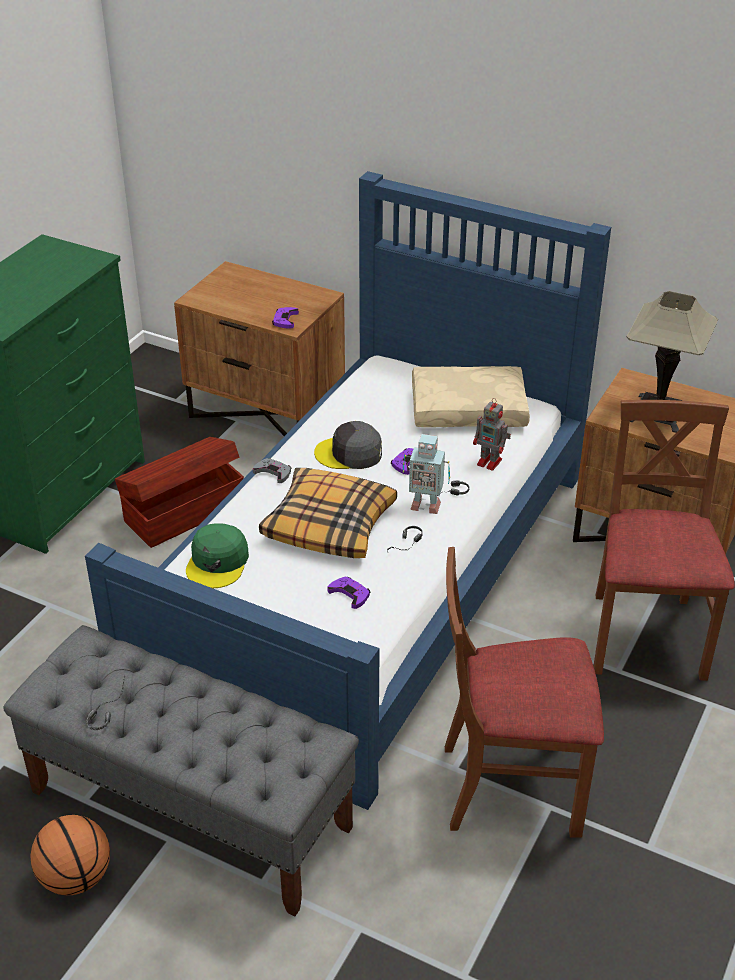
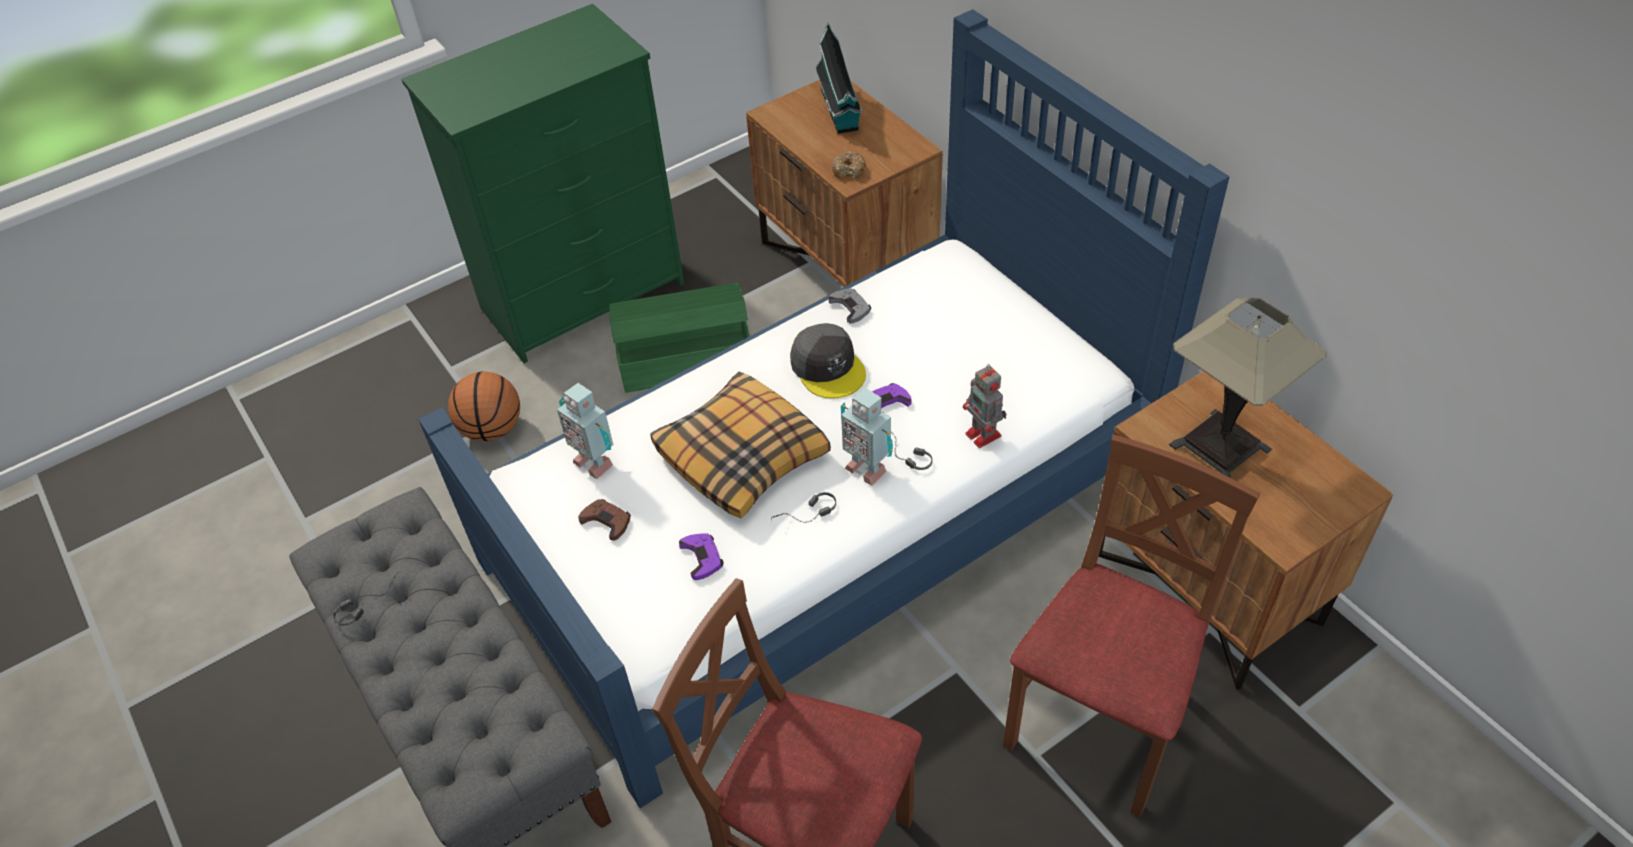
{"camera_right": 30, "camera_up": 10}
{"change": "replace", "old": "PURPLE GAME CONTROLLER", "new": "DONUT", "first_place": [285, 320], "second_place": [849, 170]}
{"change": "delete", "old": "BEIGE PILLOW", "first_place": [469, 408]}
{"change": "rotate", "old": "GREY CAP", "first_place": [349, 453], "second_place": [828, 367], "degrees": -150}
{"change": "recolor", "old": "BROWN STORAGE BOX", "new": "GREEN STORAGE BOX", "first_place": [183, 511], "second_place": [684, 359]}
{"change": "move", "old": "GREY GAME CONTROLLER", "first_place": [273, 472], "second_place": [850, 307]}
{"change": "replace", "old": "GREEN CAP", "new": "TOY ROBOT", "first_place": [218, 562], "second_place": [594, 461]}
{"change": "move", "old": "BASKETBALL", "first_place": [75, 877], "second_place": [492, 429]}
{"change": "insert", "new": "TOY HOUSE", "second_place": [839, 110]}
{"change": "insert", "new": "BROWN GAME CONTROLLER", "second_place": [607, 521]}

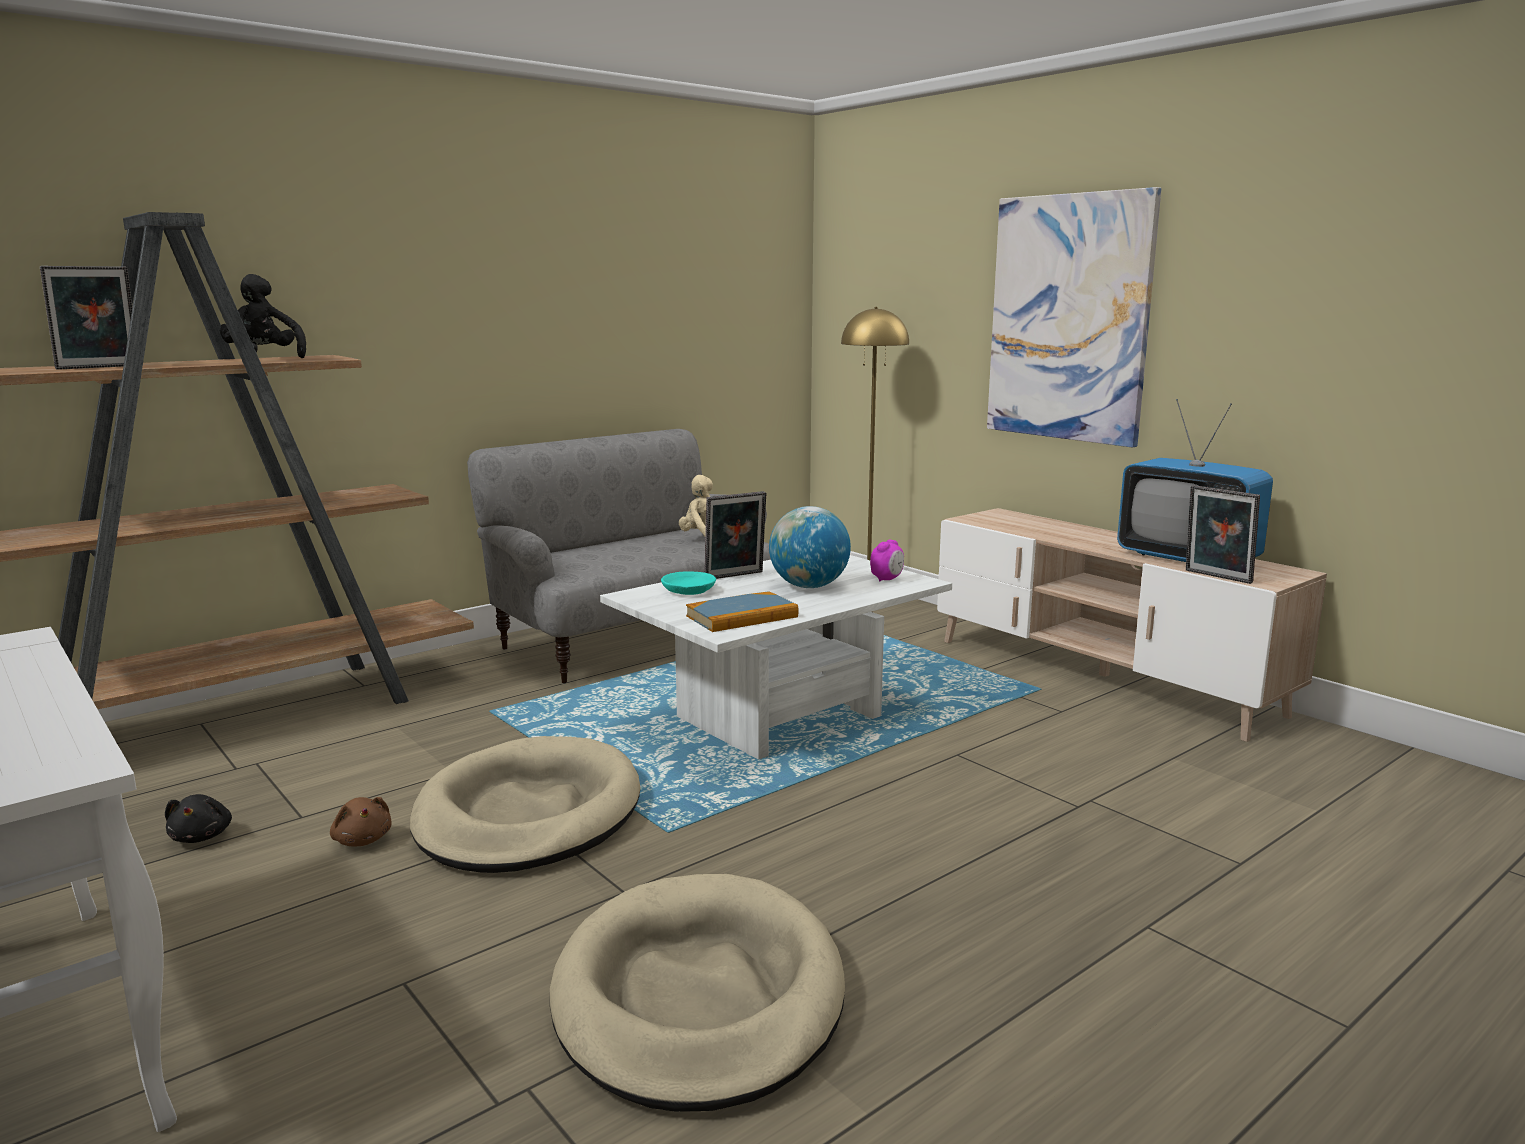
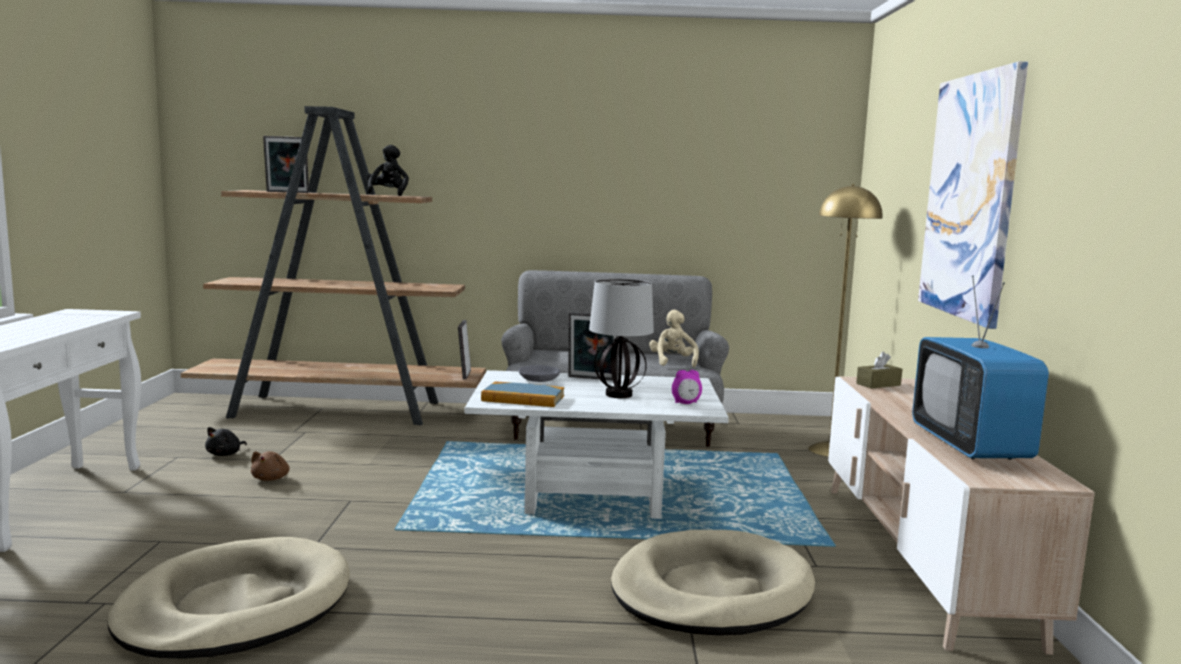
{"camera_right": 40, "camera_up": -5}
{"change": "move", "old": "PICTURE FRAME", "first_place": [1216, 577], "second_place": [464, 374]}
{"change": "replace", "old": "GLOBE", "new": "TABLE LAMP", "first_place": [809, 586], "second_place": [618, 394]}
{"change": "recolor", "old": "TURQUOISE BOWL", "new": "GREY BOWL", "first_place": [688, 591], "second_place": [538, 379]}
{"change": "move", "old": "BEIGE DOG BED", "first_place": [528, 814], "second_place": [711, 591]}
{"change": "insert", "new": "BROWN TISSUE BOX", "second_place": [878, 384]}

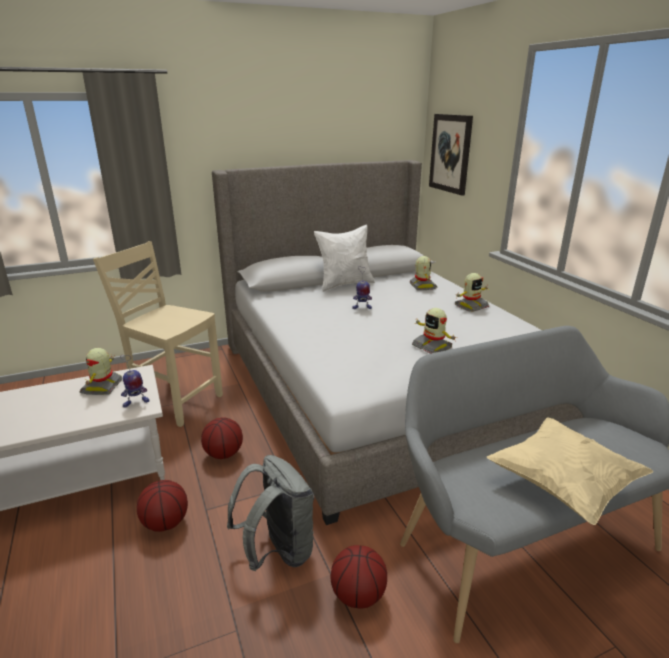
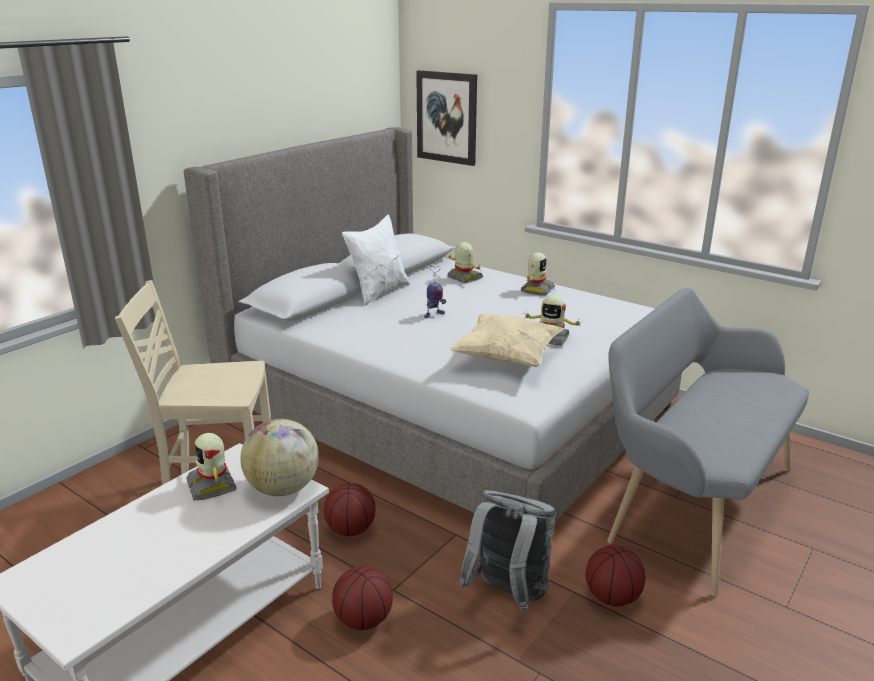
{"camera_right": -30, "camera_up": 0}
{"change": "replace", "old": "TOY ROBOT", "new": "GLOBE", "first_place": [136, 403], "second_place": [283, 488]}
{"change": "move", "old": "BEIGE PILLOW", "first_place": [562, 485], "second_place": [506, 358]}

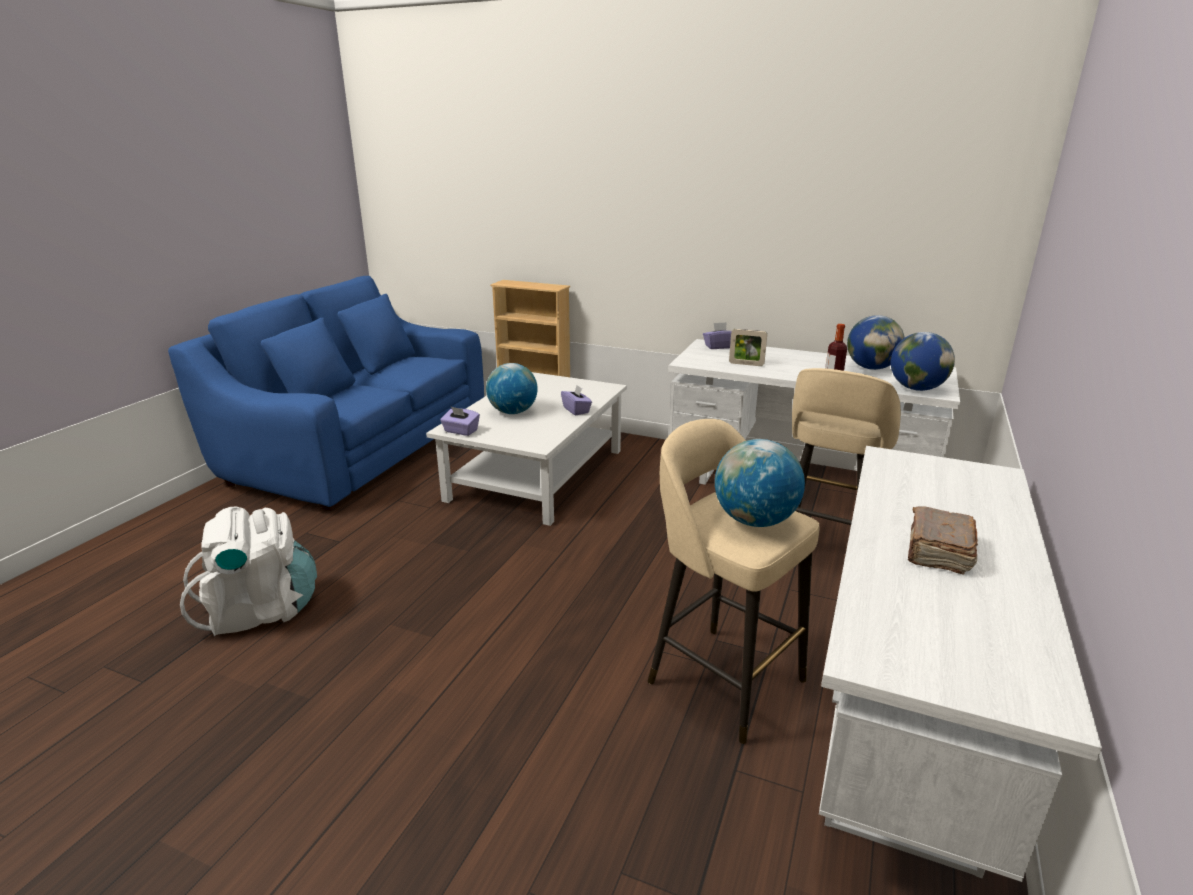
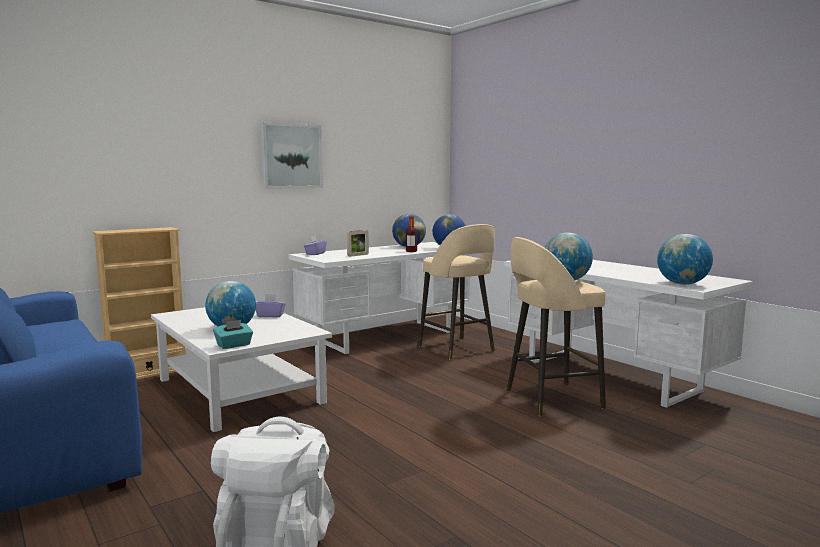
{"camera_right": -60, "camera_up": -15}
{"change": "recolor", "old": "PURPLE TISSUE BOX", "new": "TURQUOISE TISSUE BOX", "first_place": [460, 431], "second_place": [234, 345]}
{"change": "delete", "old": "BROWN BOOK", "first_place": [937, 552]}
{"change": "insert", "new": "PICTURE", "second_place": [291, 156]}
{"change": "insert", "new": "GLOBE", "second_place": [682, 284]}

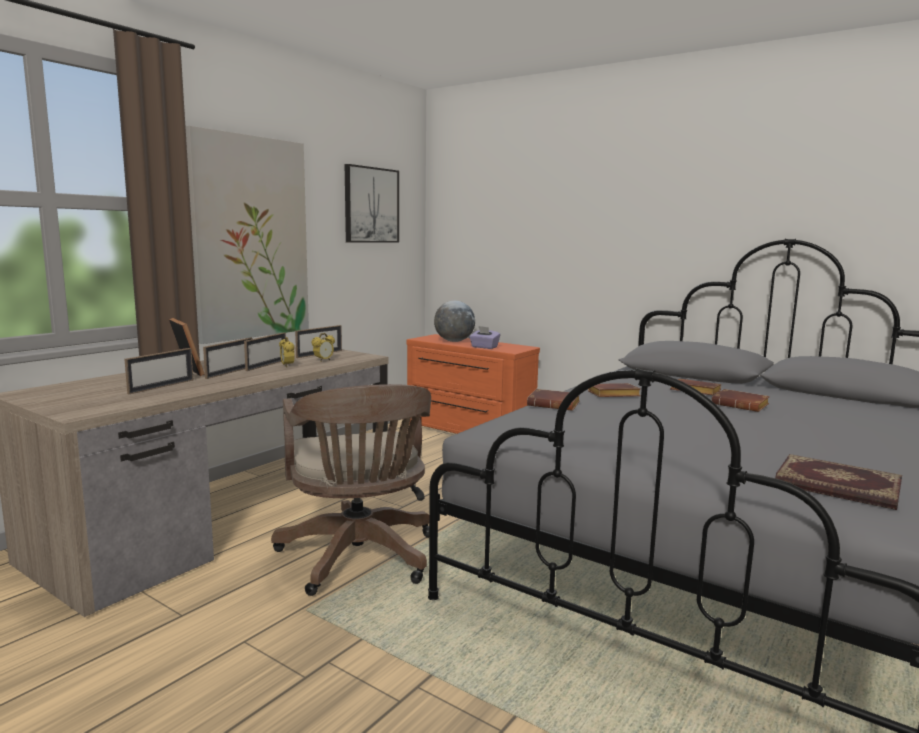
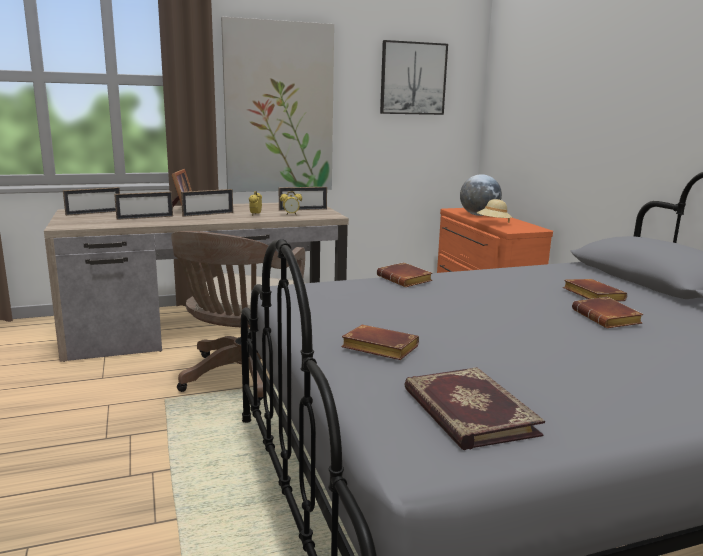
{"camera_right": 35, "camera_up": 5}
{"change": "replace", "old": "PURPLE TISSUE BOX", "new": "BEIGE HAT", "first_place": [484, 347], "second_place": [493, 223]}
{"change": "move", "old": "PICTURE FRAME", "first_place": [266, 365], "second_place": [94, 213]}
{"change": "move", "old": "BROWN BOOK", "first_place": [612, 395], "second_place": [377, 349]}

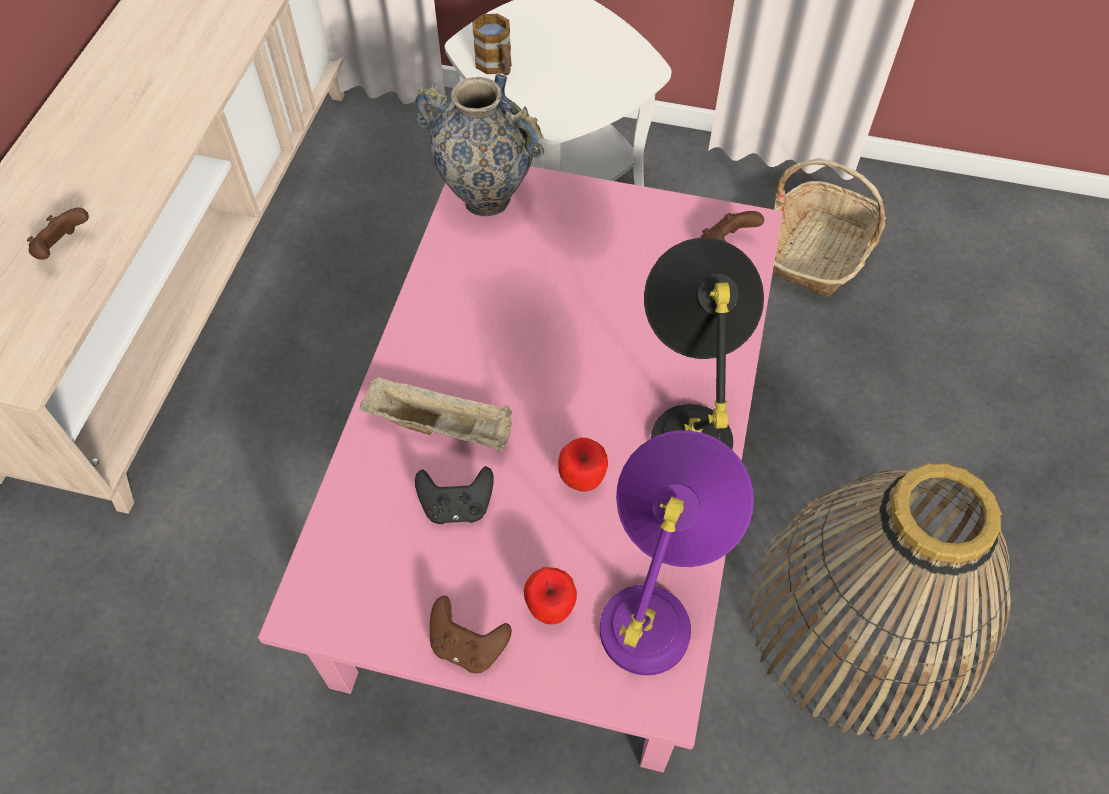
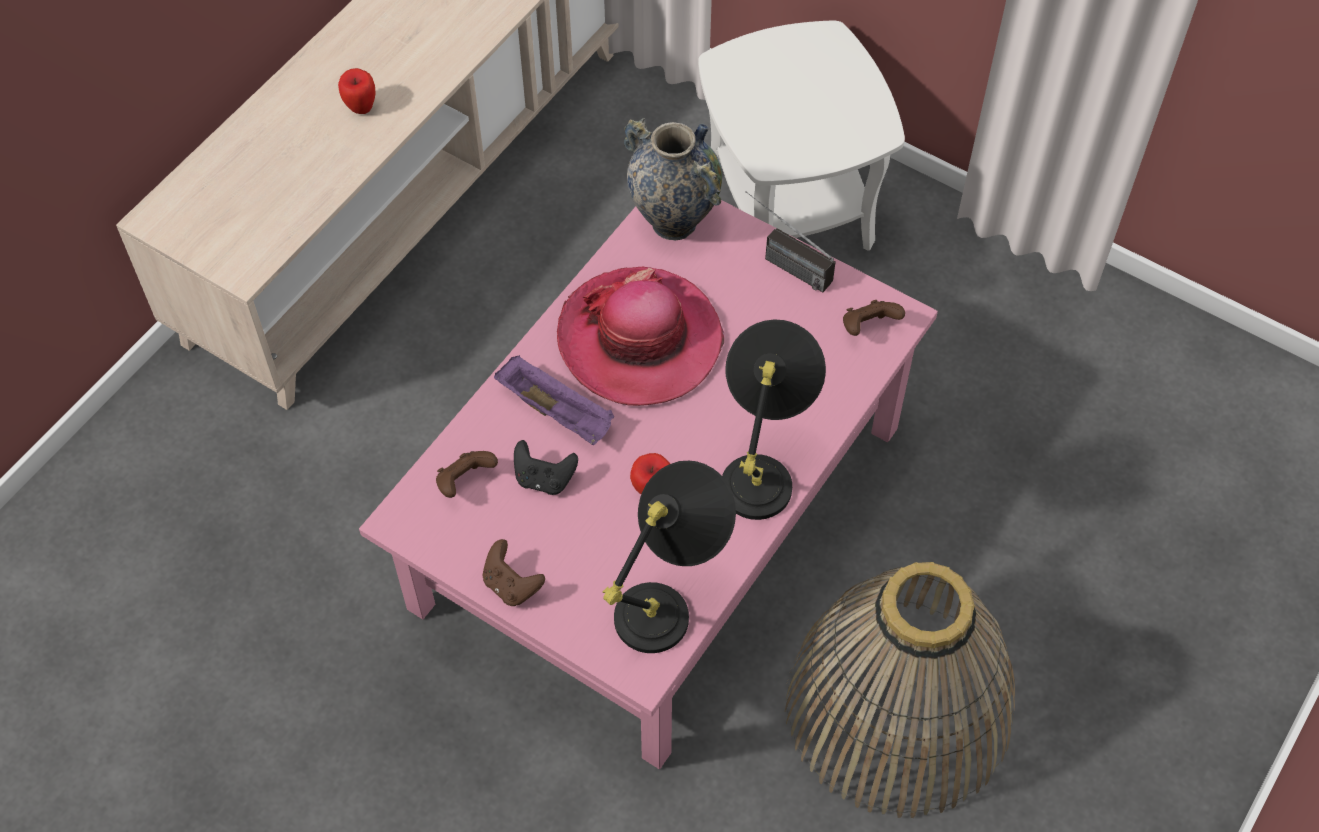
{"camera_right": 20, "camera_up": 0}
{"change": "delete", "old": "MUG", "first_place": [497, 67]}
{"change": "delete", "old": "BASKET", "first_place": [817, 250]}
{"change": "move", "old": "BROWN GAME CONTROLLER", "first_place": [64, 248], "second_place": [465, 482]}
{"change": "recolor", "old": "BEIGE TRAY", "new": "PURPLE TRAY", "first_place": [442, 426], "second_place": [557, 412]}
{"change": "recolor", "old": "PURPLE TABLE LAMP", "new": "BLACK TABLE LAMP", "first_place": [657, 600], "second_place": [671, 600]}
{"change": "move", "old": "APPLE", "first_place": [550, 609], "second_place": [361, 108]}
{"change": "insert", "new": "RADIO", "second_place": [781, 262]}
{"change": "insert", "new": "HAT", "second_place": [639, 340]}

